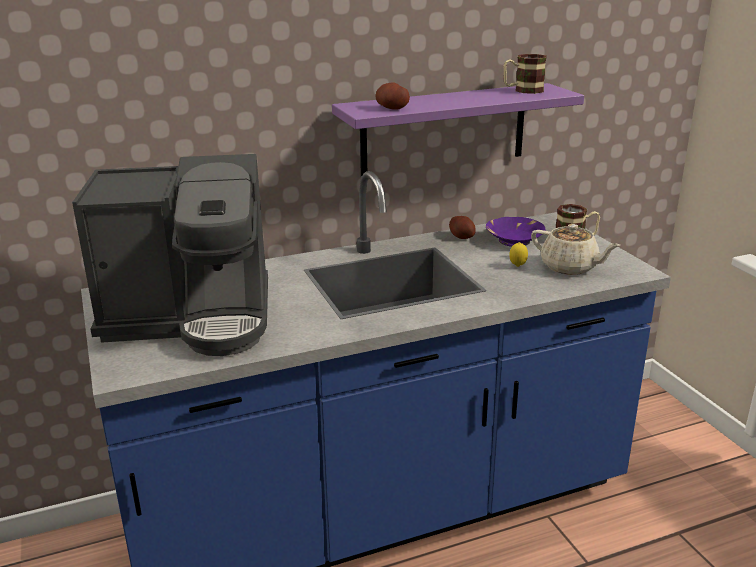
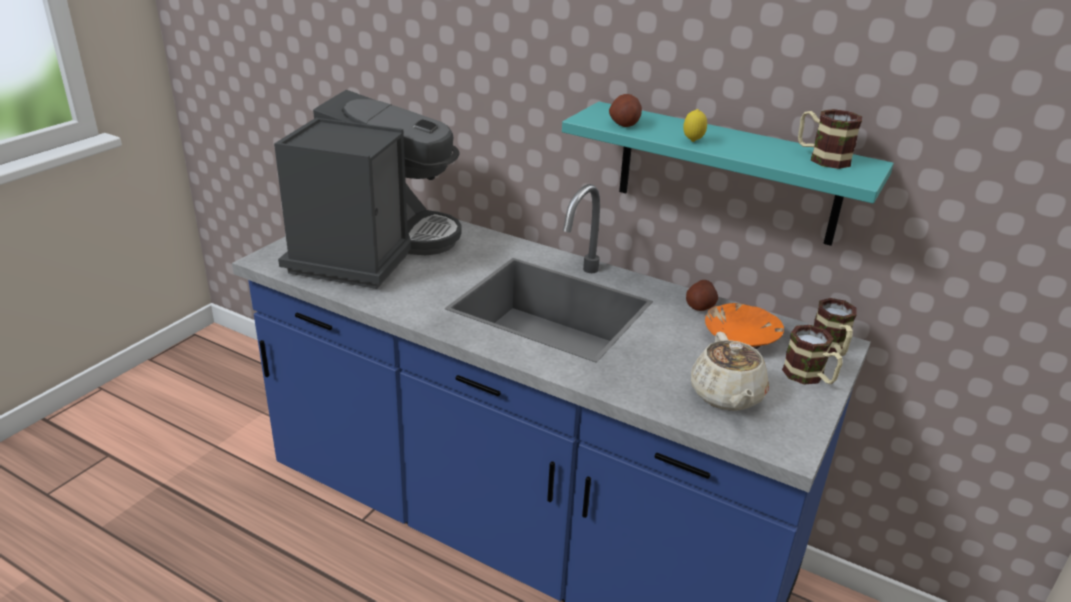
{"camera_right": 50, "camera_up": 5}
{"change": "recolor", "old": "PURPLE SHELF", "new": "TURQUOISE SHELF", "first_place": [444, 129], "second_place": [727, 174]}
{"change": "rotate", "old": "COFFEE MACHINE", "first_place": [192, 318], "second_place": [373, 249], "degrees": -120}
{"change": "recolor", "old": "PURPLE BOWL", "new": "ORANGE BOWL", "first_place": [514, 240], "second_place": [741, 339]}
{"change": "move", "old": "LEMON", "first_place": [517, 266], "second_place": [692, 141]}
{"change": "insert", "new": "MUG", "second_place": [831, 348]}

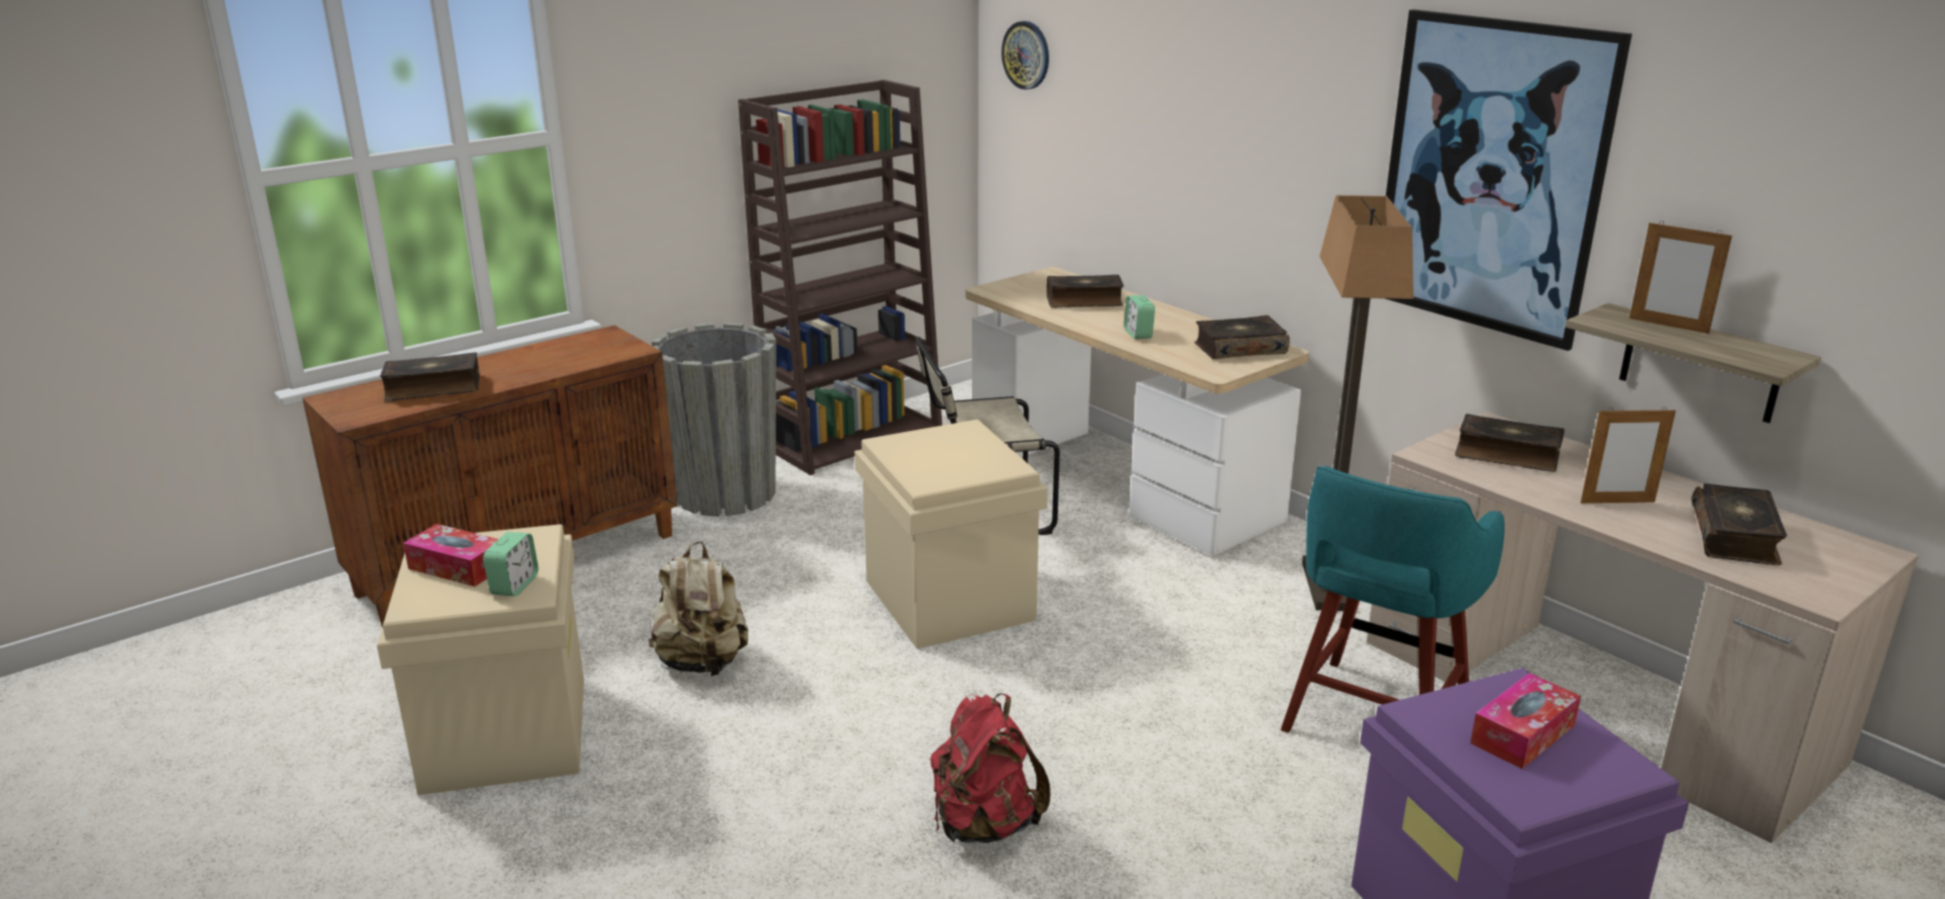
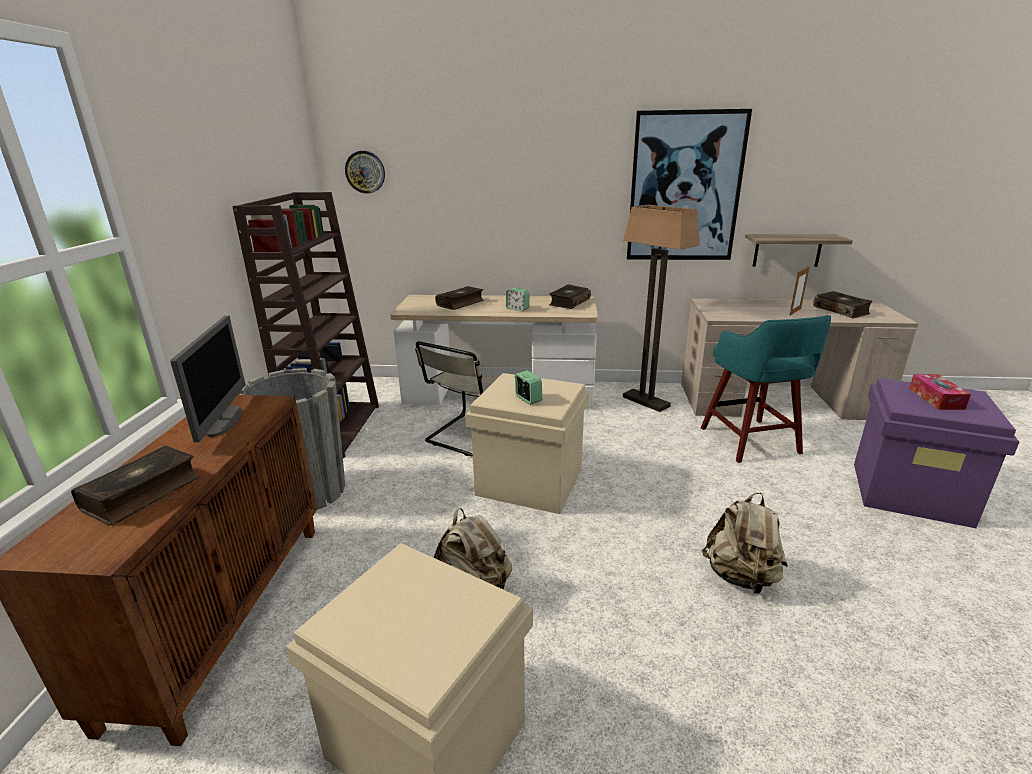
{"camera_right": -45, "camera_up": 0}
{"change": "delete", "old": "PICTURE FRAME", "first_place": [1668, 325]}
{"change": "delete", "old": "BOOK", "first_place": [1507, 455]}
{"change": "delete", "old": "TISSUE BOX", "first_place": [457, 567]}
{"change": "move", "old": "ALARM CLOCK", "first_place": [514, 585], "second_place": [528, 399]}
{"change": "recolor", "old": "RED BACKPACK", "new": "BEIGE BACKPACK", "first_place": [984, 825], "second_place": [741, 576]}
{"change": "insert", "new": "MONITOR", "second_place": [224, 421]}

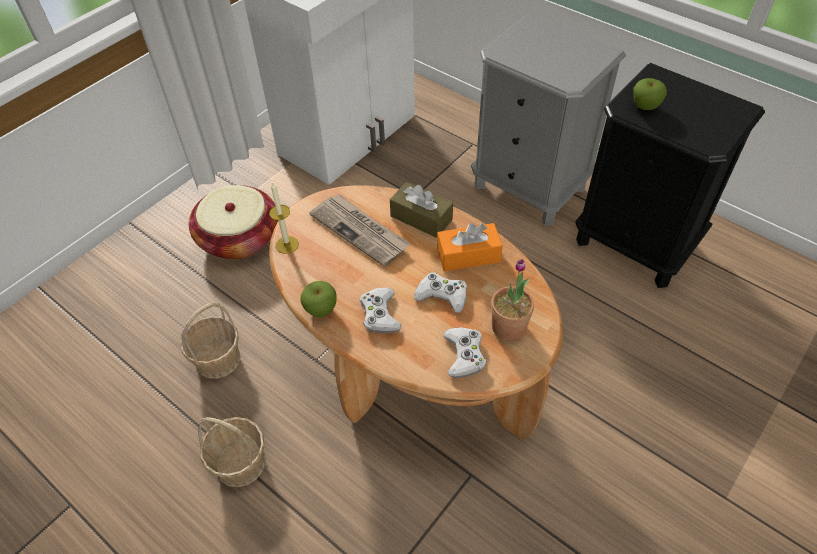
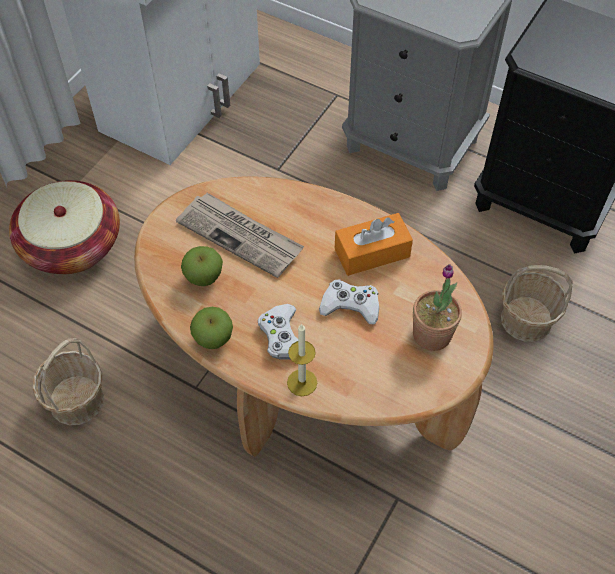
{"camera_right": -10, "camera_up": 5}
{"change": "move", "old": "APPLE", "first_place": [645, 107], "second_place": [204, 278]}
{"change": "move", "old": "CANDLE", "first_place": [287, 245], "second_place": [302, 382]}
{"change": "delete", "old": "BROWN TISSUE BOX", "first_place": [421, 218]}
{"change": "delete", "old": "WHITE GAME CONTROLLER", "first_place": [464, 355]}
{"change": "move", "old": "BASKET", "first_place": [240, 462], "second_place": [526, 319]}

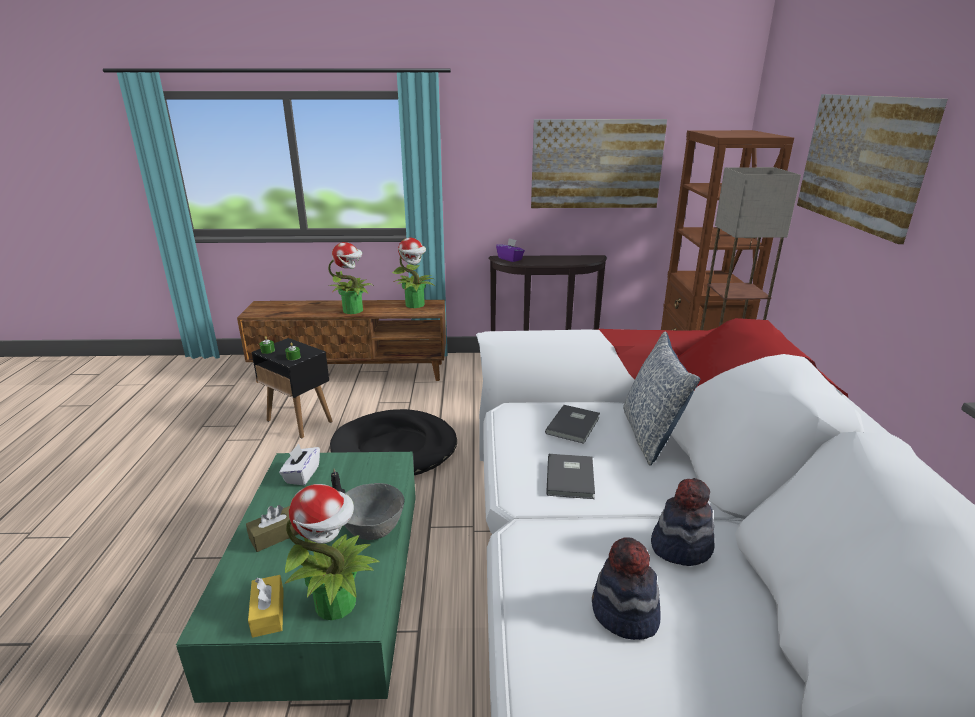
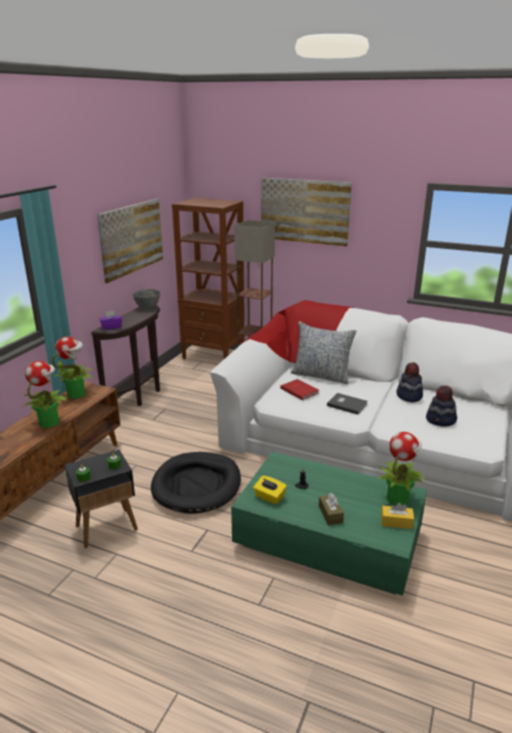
{"camera_right": -65, "camera_up": 0}
{"change": "recolor", "old": "GREY BOOK", "new": "RED BOOK", "first_place": [574, 425], "second_place": [300, 390]}
{"change": "recolor", "old": "WHITE TISSUE BOX", "new": "YELLOW TISSUE BOX", "first_place": [302, 475], "second_place": [269, 497]}
{"change": "move", "old": "GREY BOWL", "first_place": [373, 531], "second_place": [147, 307]}

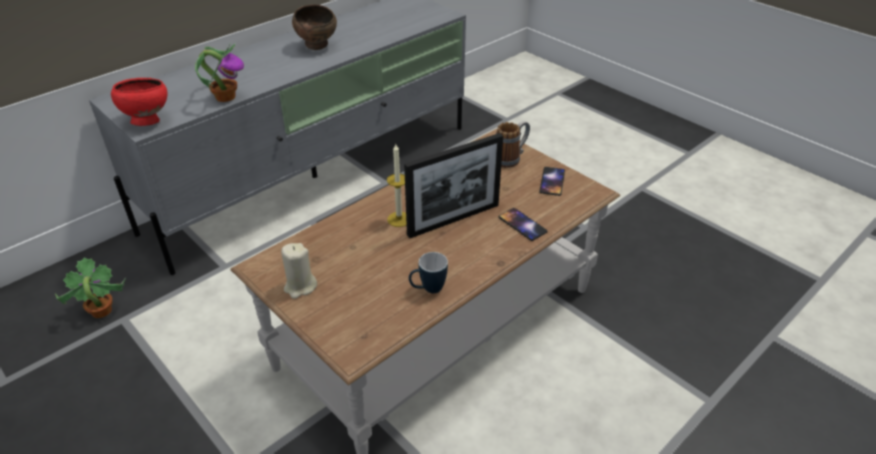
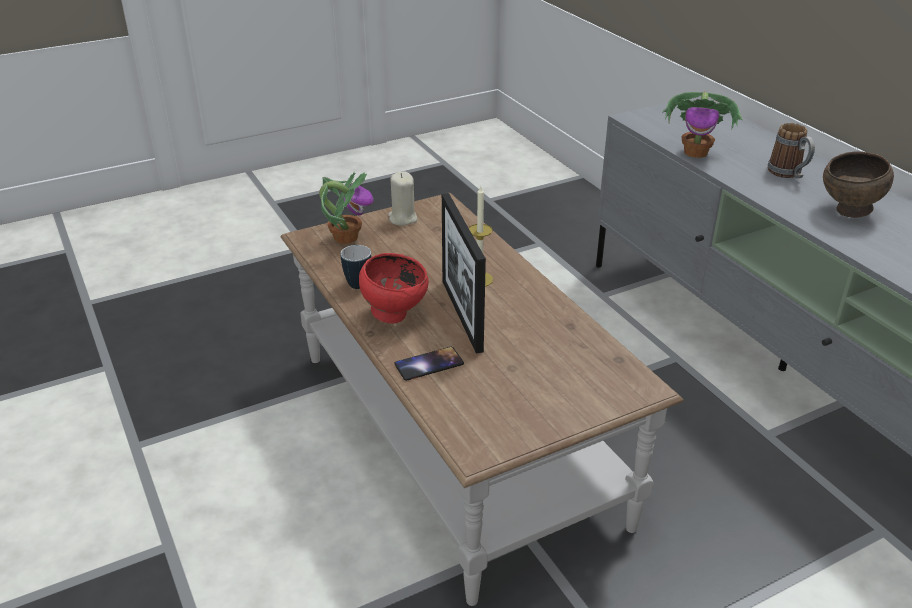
{"camera_right": 105, "camera_up": -5}
{"change": "move", "old": "RED BOWL", "first_place": [147, 121], "second_place": [394, 315]}
{"change": "move", "old": "MUG", "first_place": [511, 158], "second_place": [788, 174]}
{"change": "delete", "old": "PHONE", "first_place": [552, 181]}
{"change": "move", "old": "POTTED PLANT", "first_place": [101, 311], "second_place": [345, 237]}

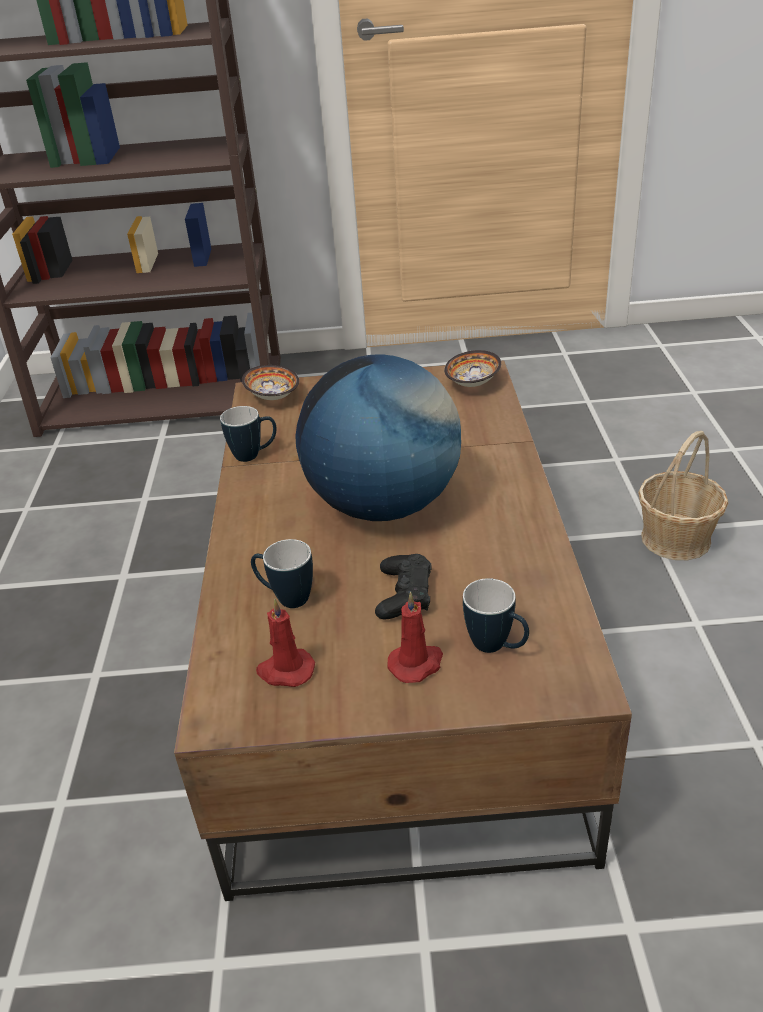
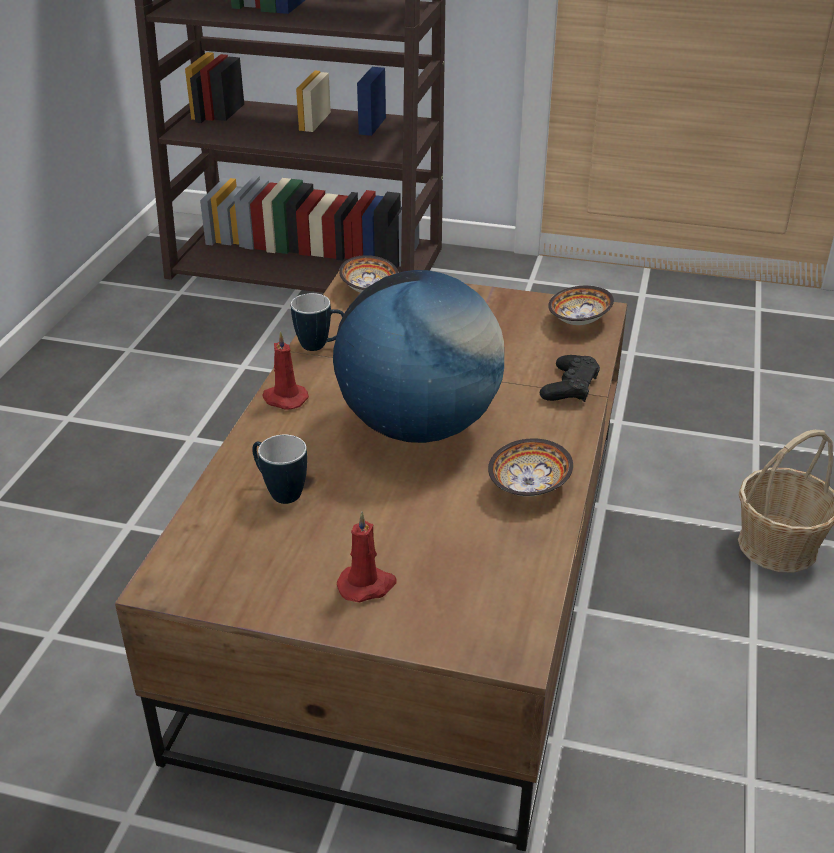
{"camera_right": 15, "camera_up": 0}
{"change": "move", "old": "BLACK GAME CONTROLLER", "first_place": [404, 594], "second_place": [570, 387]}
{"change": "delete", "old": "MUG", "first_place": [497, 647]}
{"change": "move", "old": "RED CANDLE", "first_place": [285, 670], "second_place": [284, 399]}
{"change": "insert", "new": "BOWL", "second_place": [529, 486]}

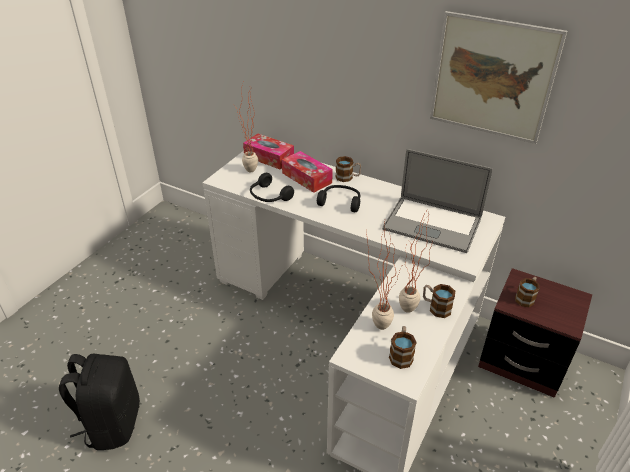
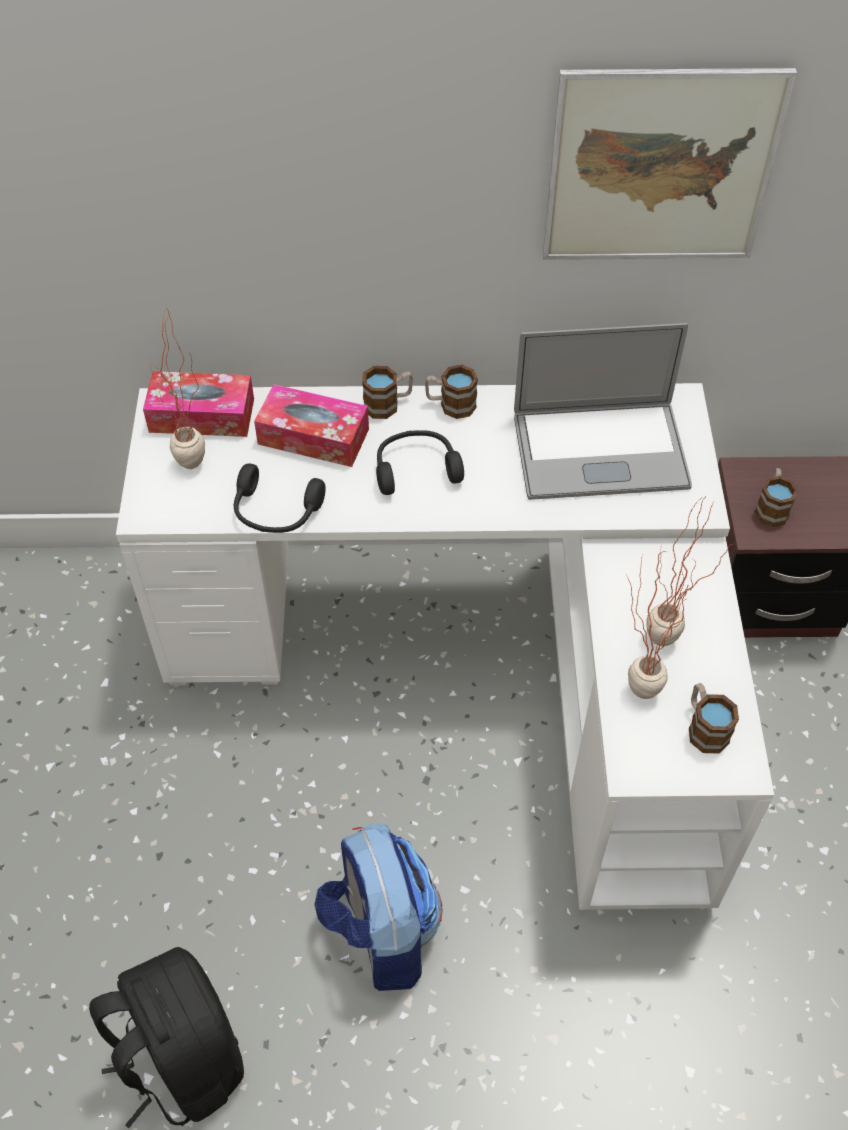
{"camera_right": -30, "camera_up": 15}
{"change": "move", "old": "MUG", "first_place": [436, 307], "second_place": [450, 405]}
{"change": "insert", "new": "BACKPACK", "second_place": [381, 932]}

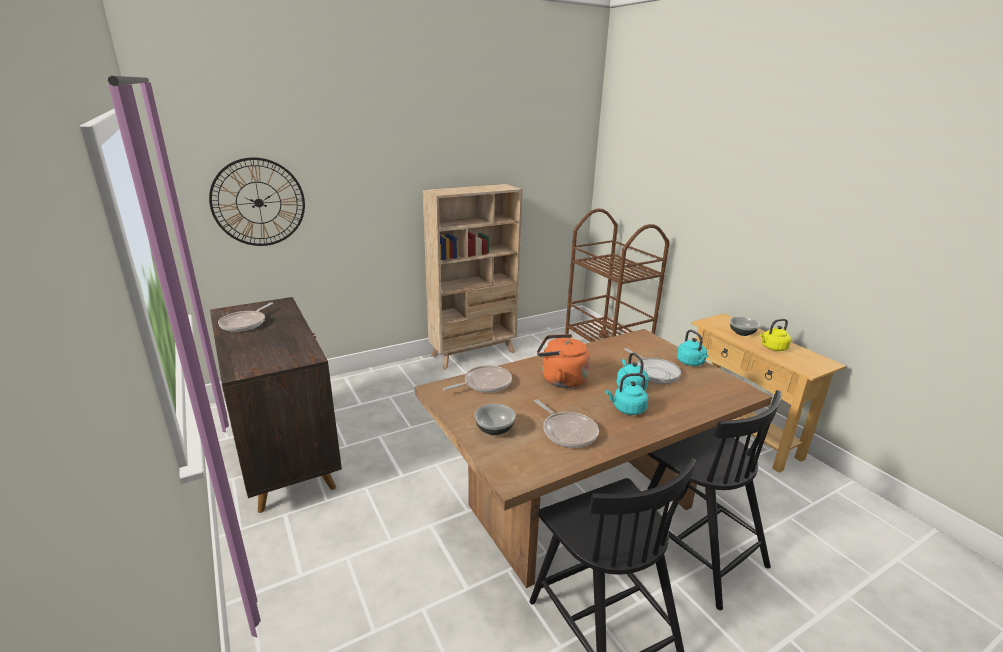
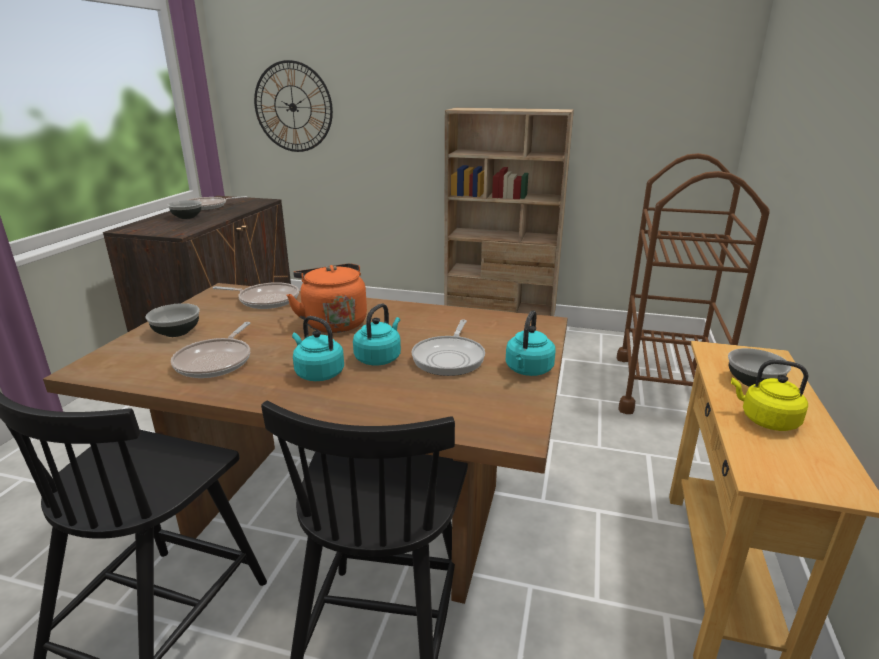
{"camera_right": 45, "camera_up": 0}
{"change": "insert", "new": "BOWL", "second_place": [187, 217]}

